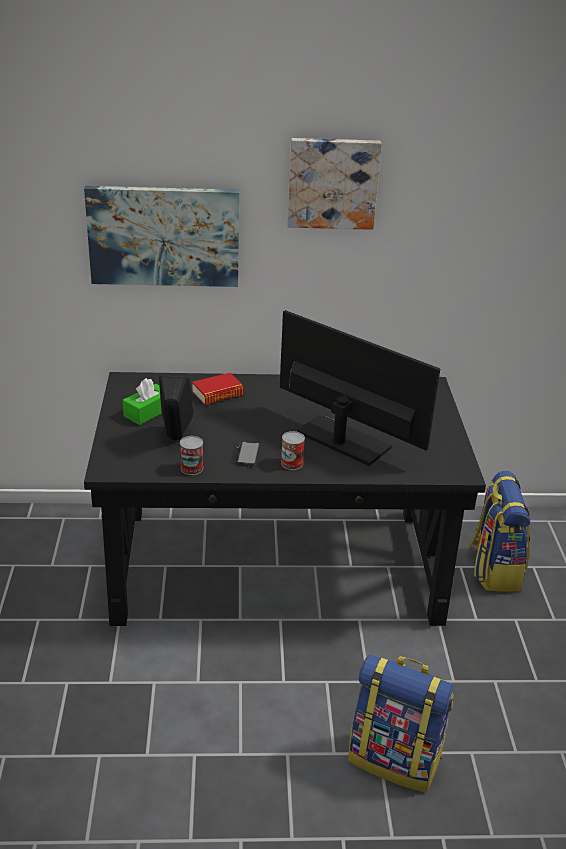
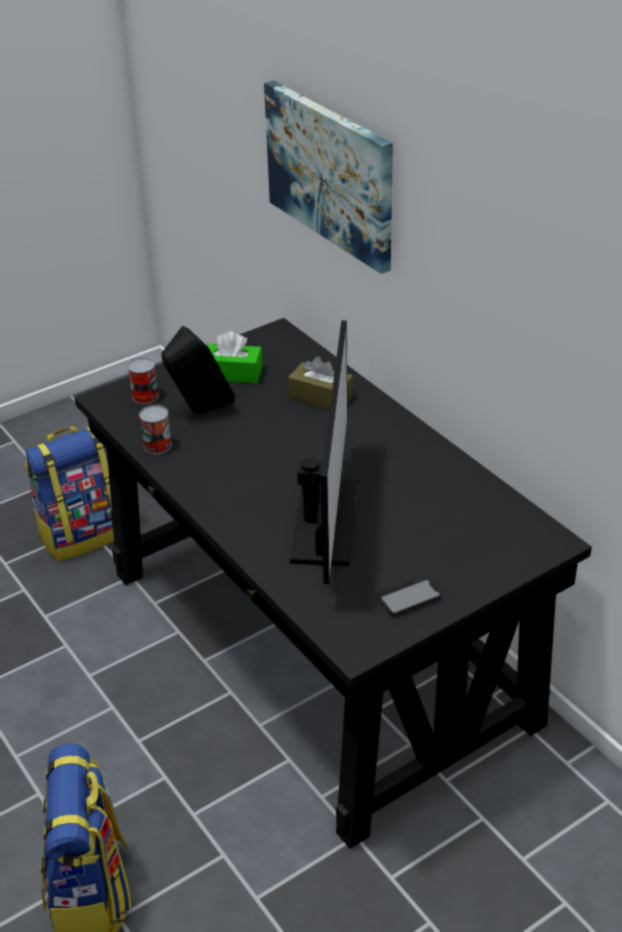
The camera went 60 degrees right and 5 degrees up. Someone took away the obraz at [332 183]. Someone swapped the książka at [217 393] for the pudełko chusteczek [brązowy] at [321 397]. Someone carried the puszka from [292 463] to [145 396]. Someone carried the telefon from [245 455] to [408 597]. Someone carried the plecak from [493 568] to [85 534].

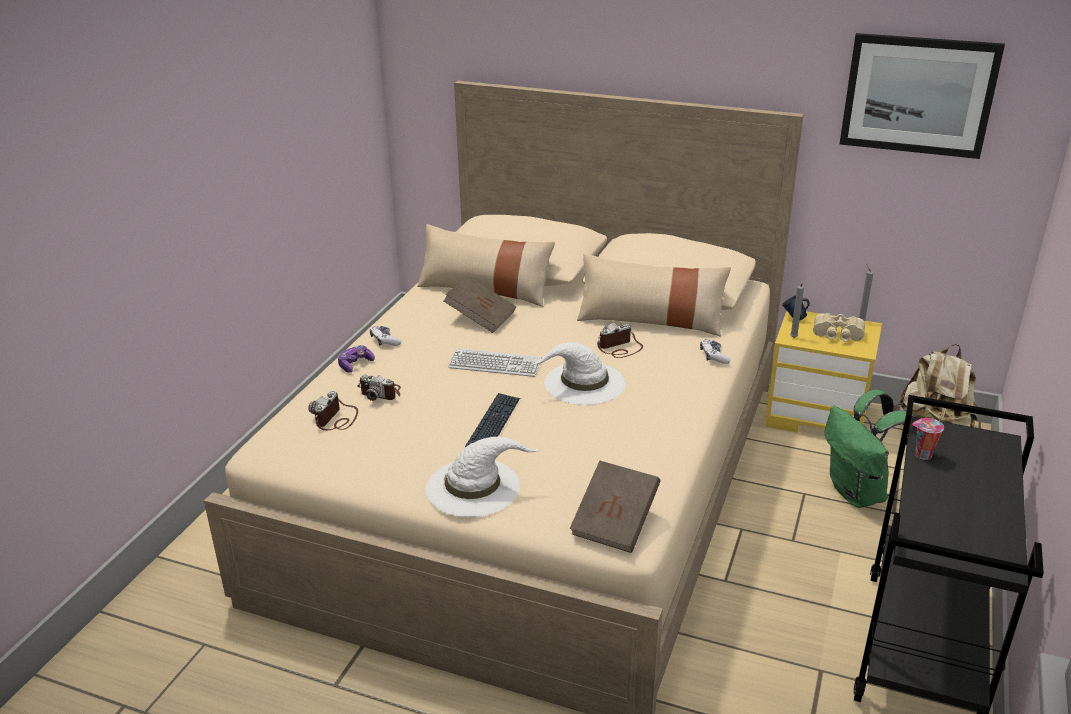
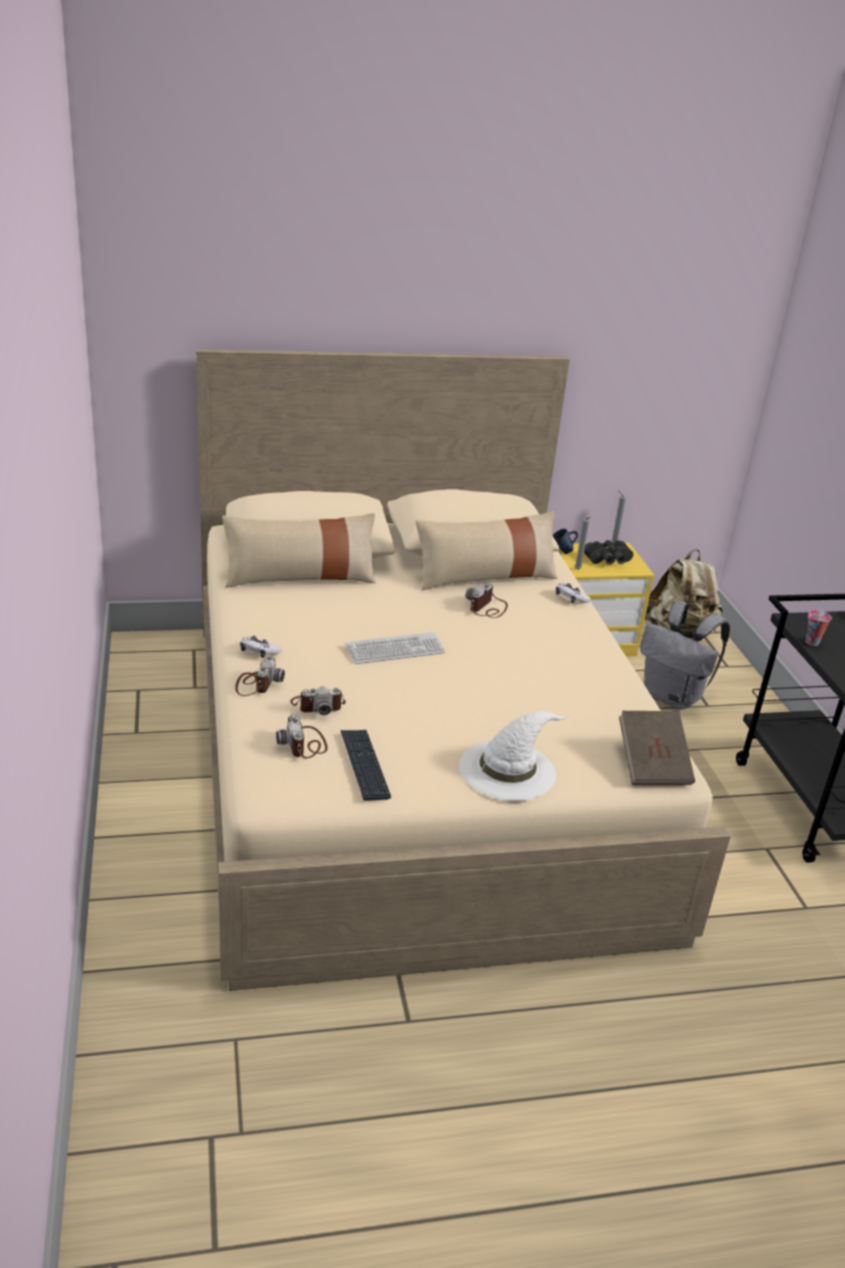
The camera went 35 degrees left and 0 degrees up. Someone took away the obraz at [918 95]. Someone took away the książka [brązowy] at [481 317]. Someone repainted the lornetka [beżowy] at [837 336], which became the lornetka [czarny] at [608 560]. Someone took away the kapelusz [biały] at [583 383]. Someone swapped the pad do gier at [355 364] for the aparat fotograficzny at [257 683]. Someone repainted the plecak [zielony] at [860 494], which became the plecak [szary] at [673 697]. Someone carried the klawiatura from [493 423] to [364 765].

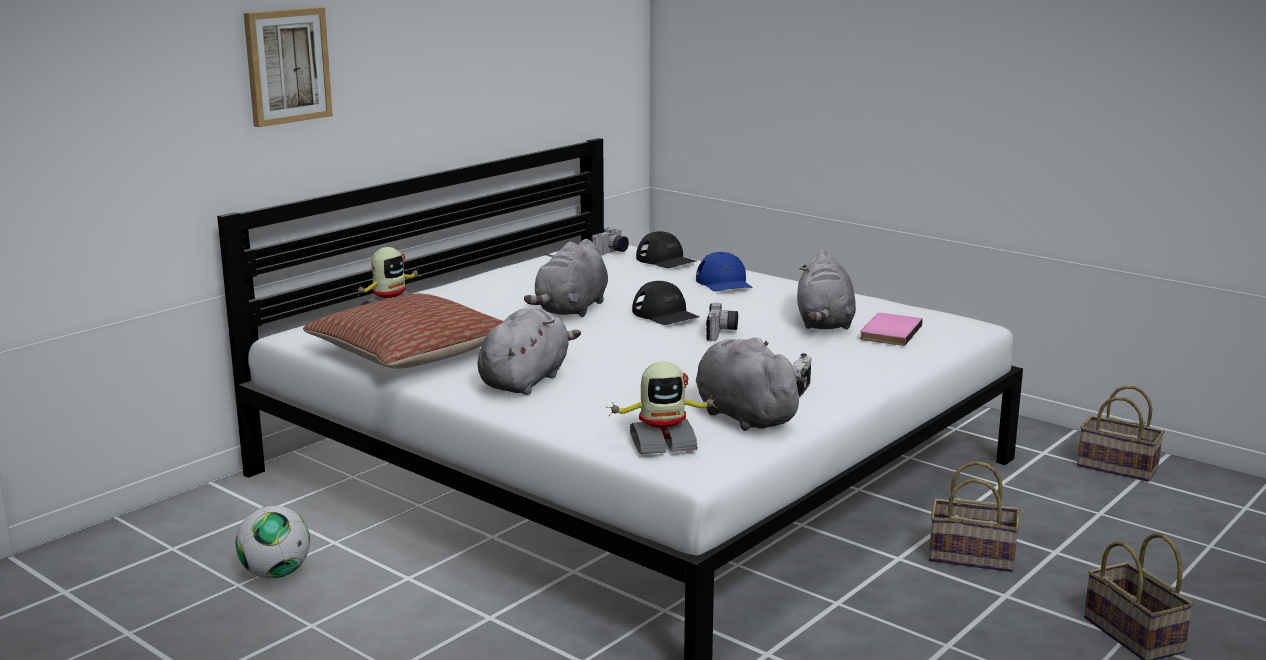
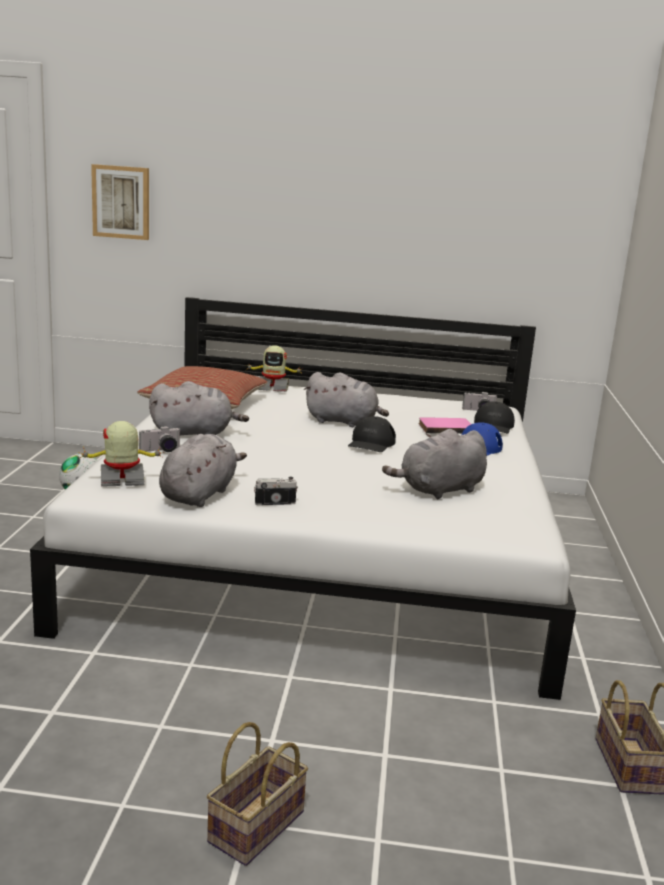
The camera went 55 degrees right and 0 degrees up. Someone carried the obraz from [287 66] to [121 202]. Someone rotated the pluszak [szary] at [571 310] by 150 degrees counterclockwise. Someone carried the aparat fotograficzny from [722 333] to [161 451]. Someone carried the książka [różowy] from [888 332] to [445 427]. Someone rotated the robot zabawkowy at [662 443] by 120 degrees clockwise. Someone took away the koszyk at [974 556].

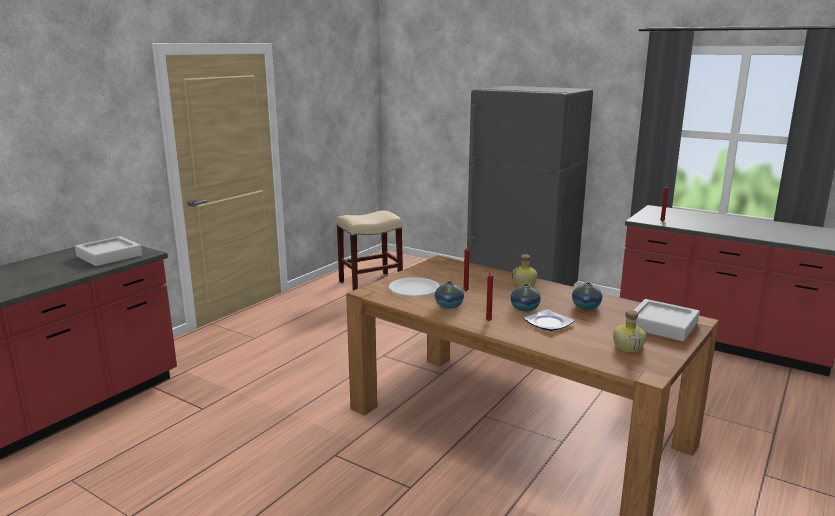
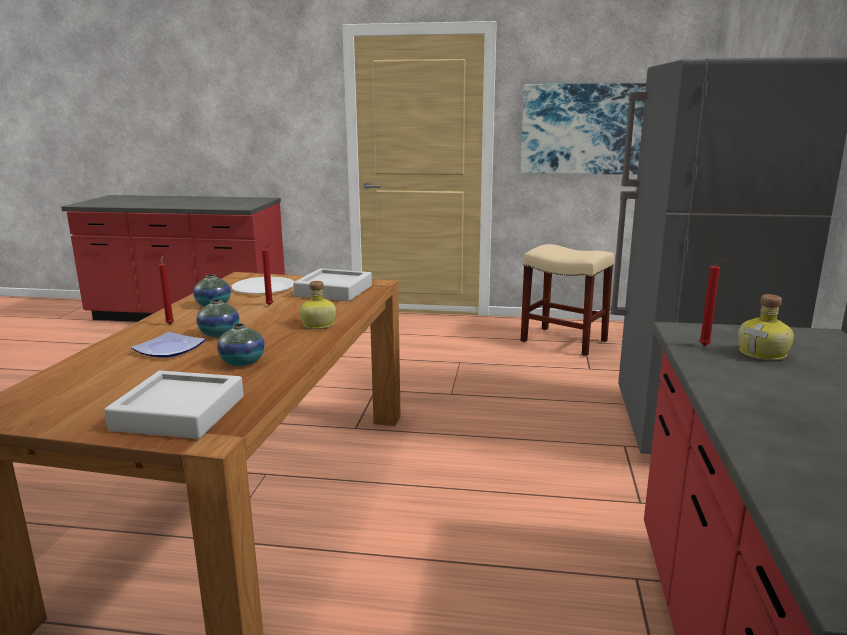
The camera went 65 degrees right and 0 degrees up. Someone carried the taca [szary] from [109 256] to [334 291]. Someone carried the butelka from [628 346] to [764 353]. Someone put up the obraz at [587 129].

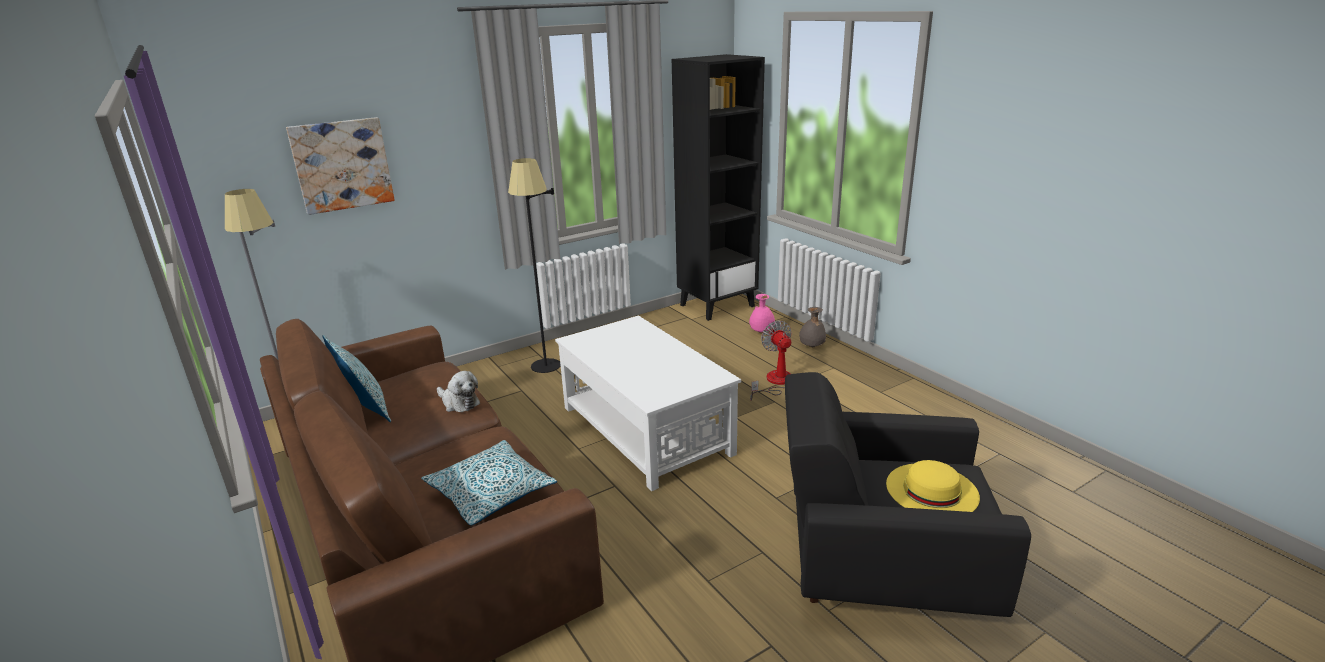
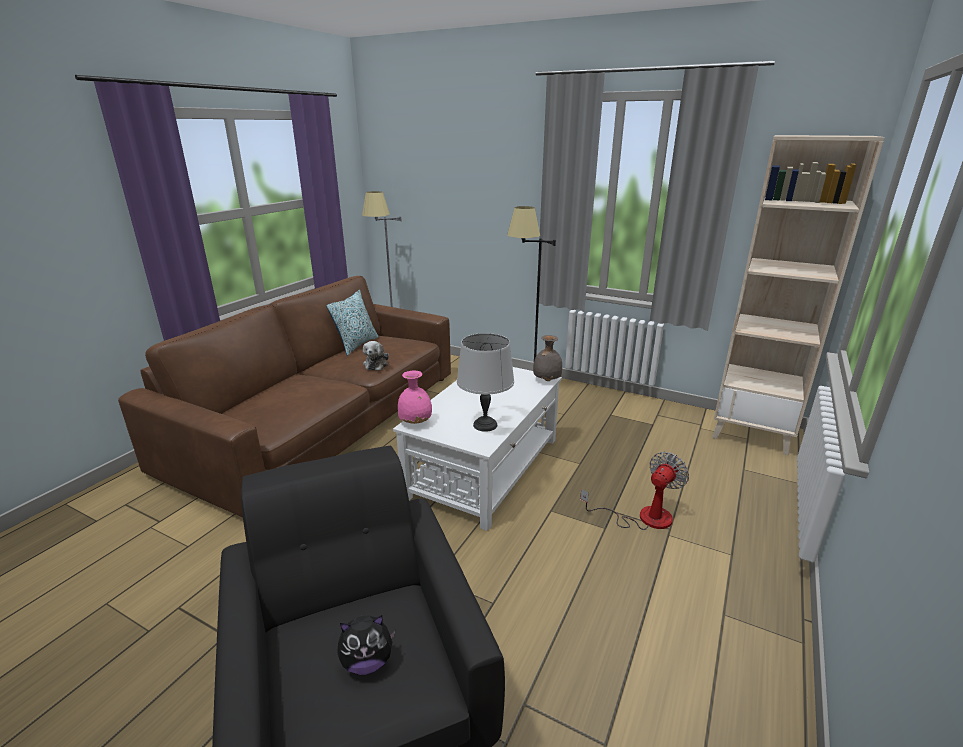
The camera went 60 degrees right and 0 degrees up. Someone repainted the regał [czarny] at [717 305], which became the regał [beżowy] at [751 433]. Someone took away the obraz at [342 165]. Someone carried the wazon [różowy] from [761 332] to [416 422]. Someone carried the wazon [szary] from [811 347] to [546 380]. Someone took away the poduszka at [490 493]. Someone swapped the kapelusz [żółty] at [932 490] for the pluszak at [367 662]. Someone put down the lampa stołowa [szary] at [485 425].

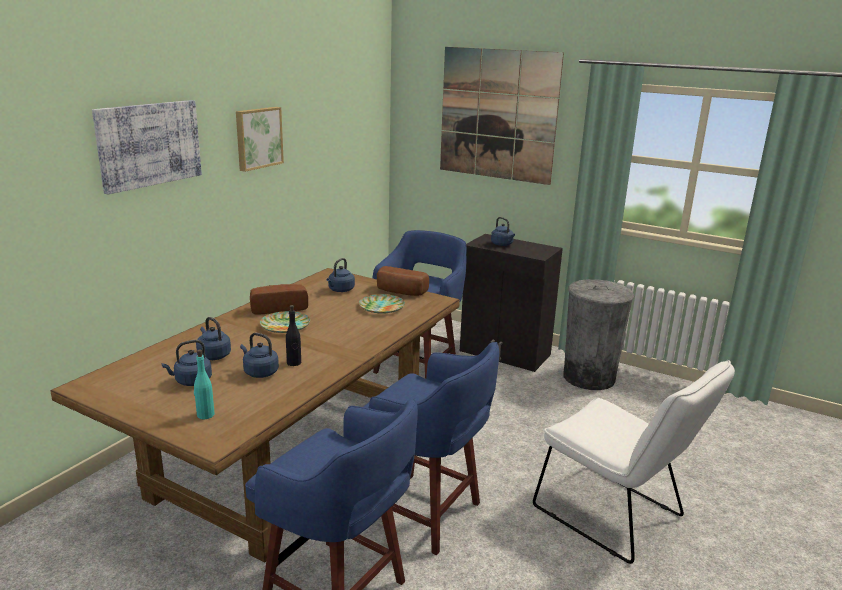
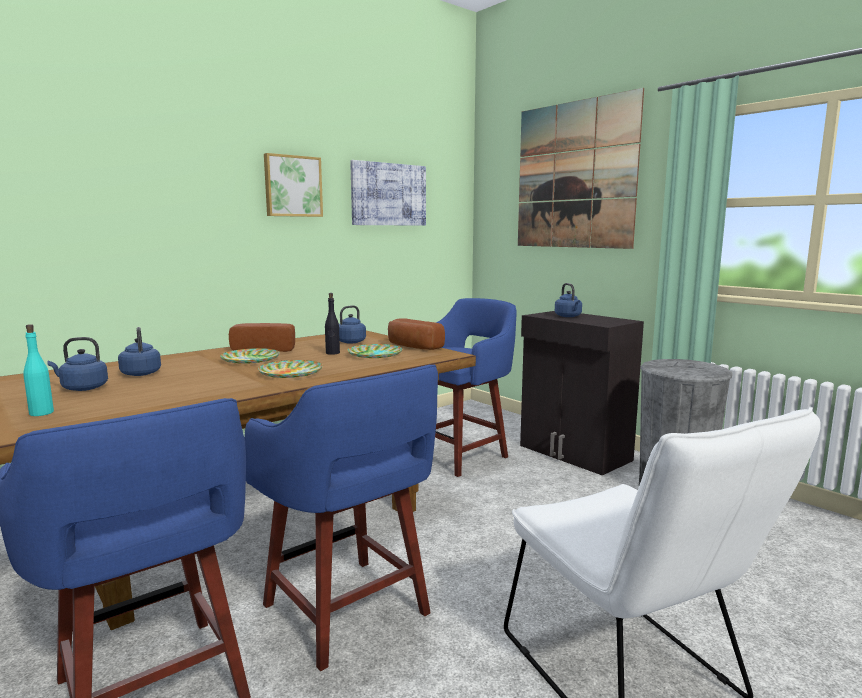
The camera went 20 degrees right and 10 degrees down. Someone carried the obraz from [149 144] to [388 194]. Someone carried the butelka [czarny] from [294 363] to [332 353]. Someone took away the czajnik [niebieski] at [259 372]. Someone put down the talerz at [291 373].

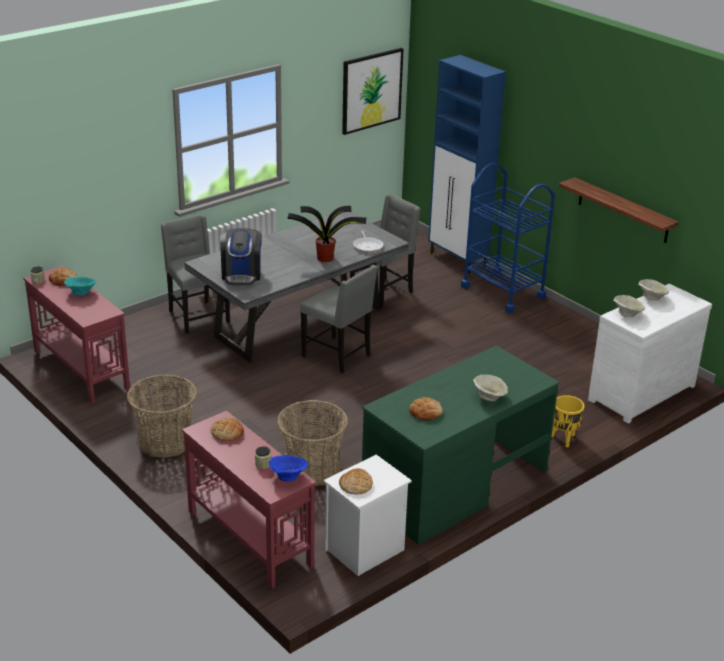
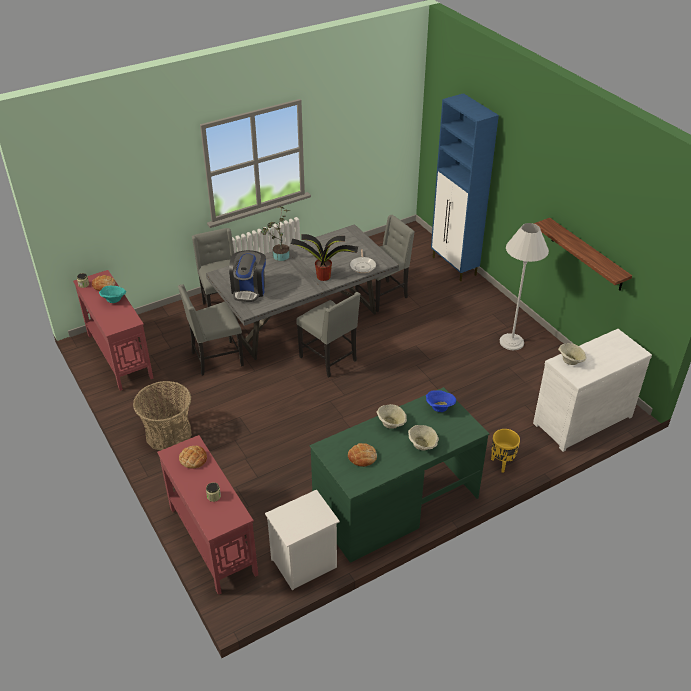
The camera went 10 degrees right and 10 degrees up. Someone took away the obraz at [371 90]. Someone took away the wózek [niebieski] at [503 292]. Someone carried the miska [beżowy] from [652 298] to [391 424]. Someone took away the koszyk at [312 468]. Someone carried the miska [niebieski] from [288 477] to [439 407]. Someone took away the chleb at [356 484]. Someone put down the roślina doniczkowa at [279 256]. Someone put down the lampa stojąca [biały] at [511 342]. Someone put down the krzesło [szary] at [216 359].

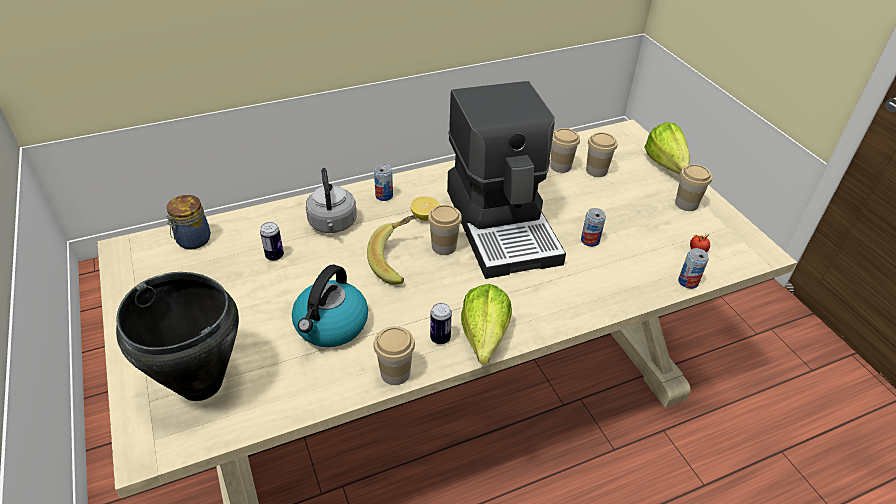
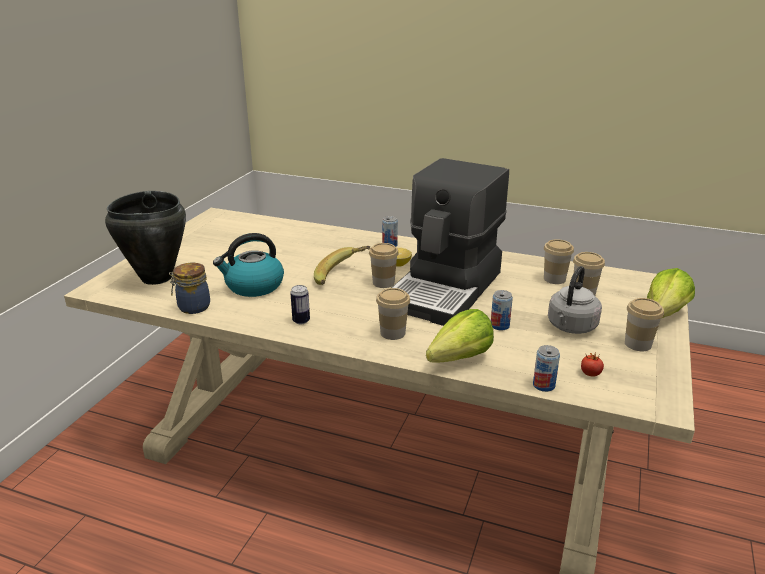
The camera went 45 degrees right and 15 degrees down. Someone carried the czajnik [szary] from [333 224] to [571 327]. Someone carried the słoik from [192 240] to [192 307]. Someone took away the puszka at [274 256]. Someone carried the sałata from [482 343] to [454 360]. Someone carried the filiżanka from [395 373] to [392 333].

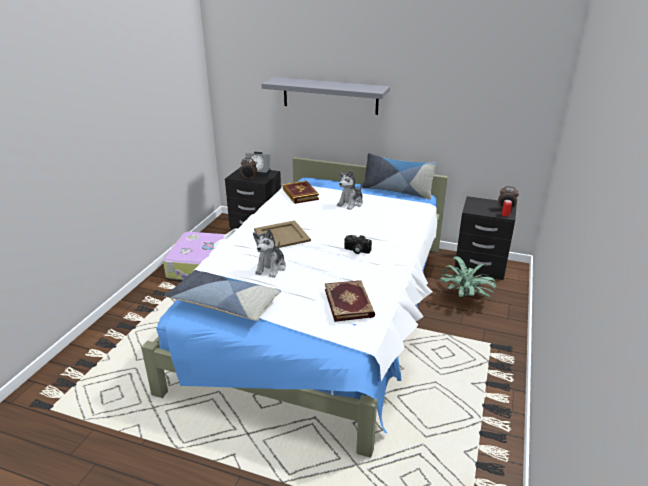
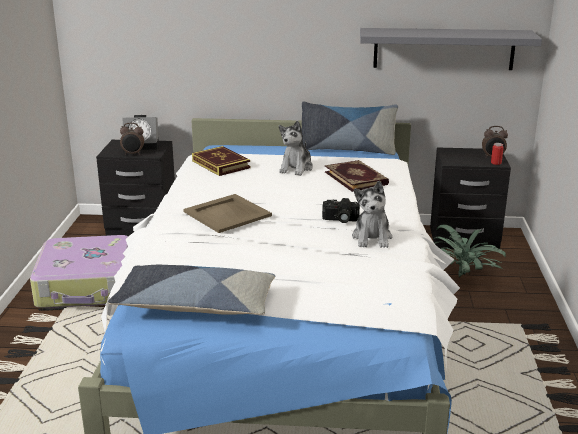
The camera went 15 degrees left and 5 degrees down. Someone carried the półka [szary] from [330 95] to [443 49]. Someone carried the pluszak from [271 268] to [372 238]. Someone carried the książka from [349 302] to [356 178].

